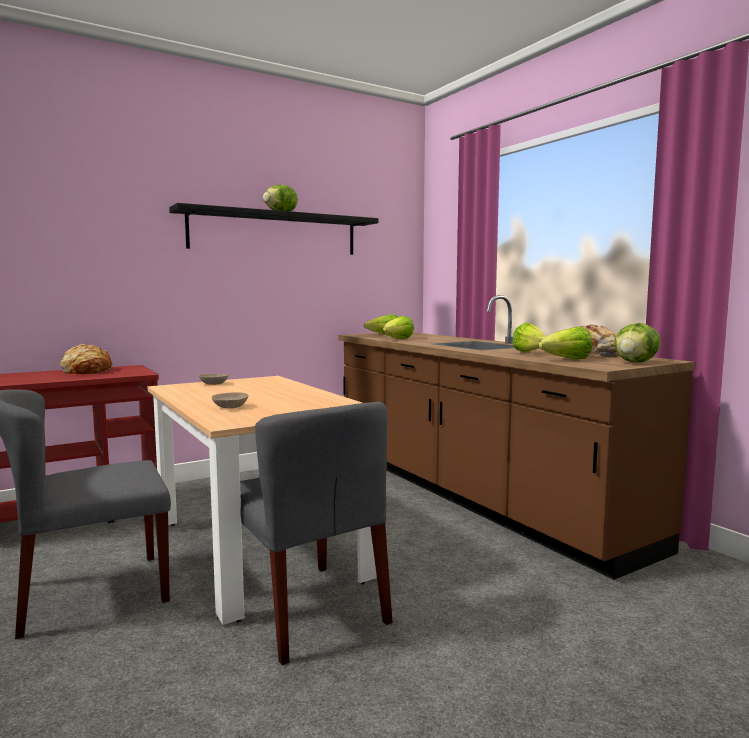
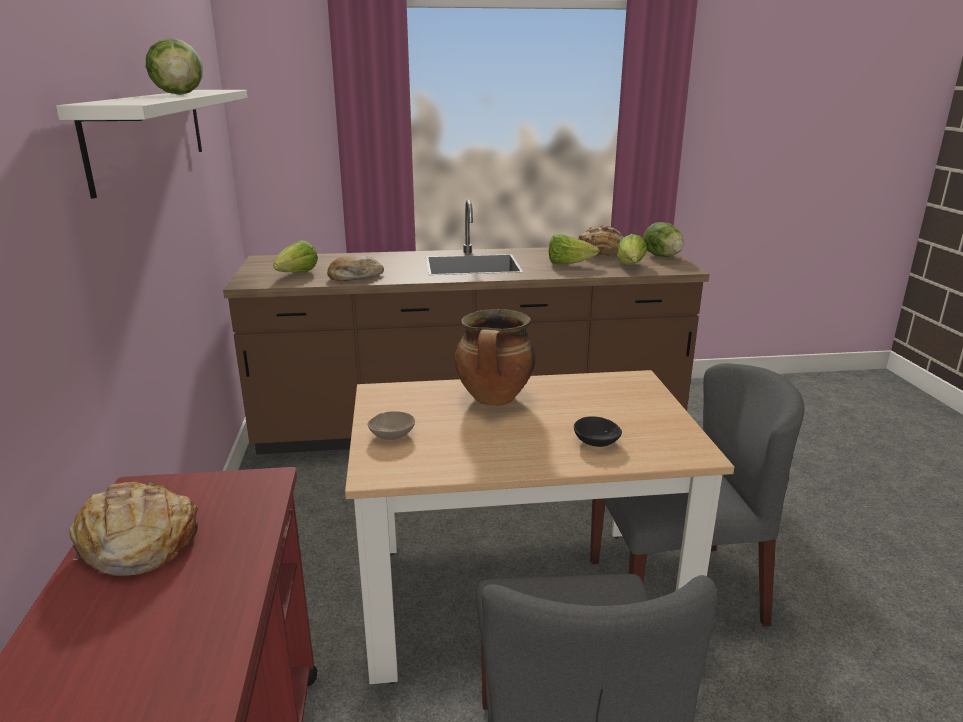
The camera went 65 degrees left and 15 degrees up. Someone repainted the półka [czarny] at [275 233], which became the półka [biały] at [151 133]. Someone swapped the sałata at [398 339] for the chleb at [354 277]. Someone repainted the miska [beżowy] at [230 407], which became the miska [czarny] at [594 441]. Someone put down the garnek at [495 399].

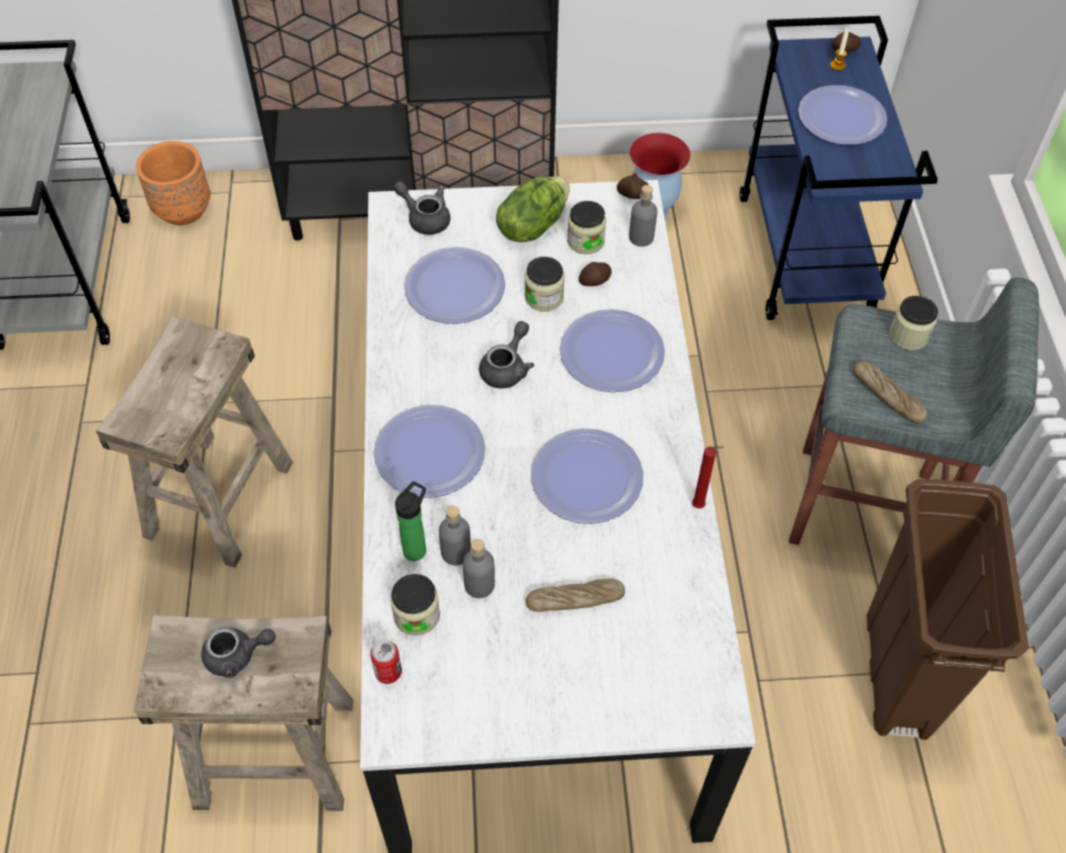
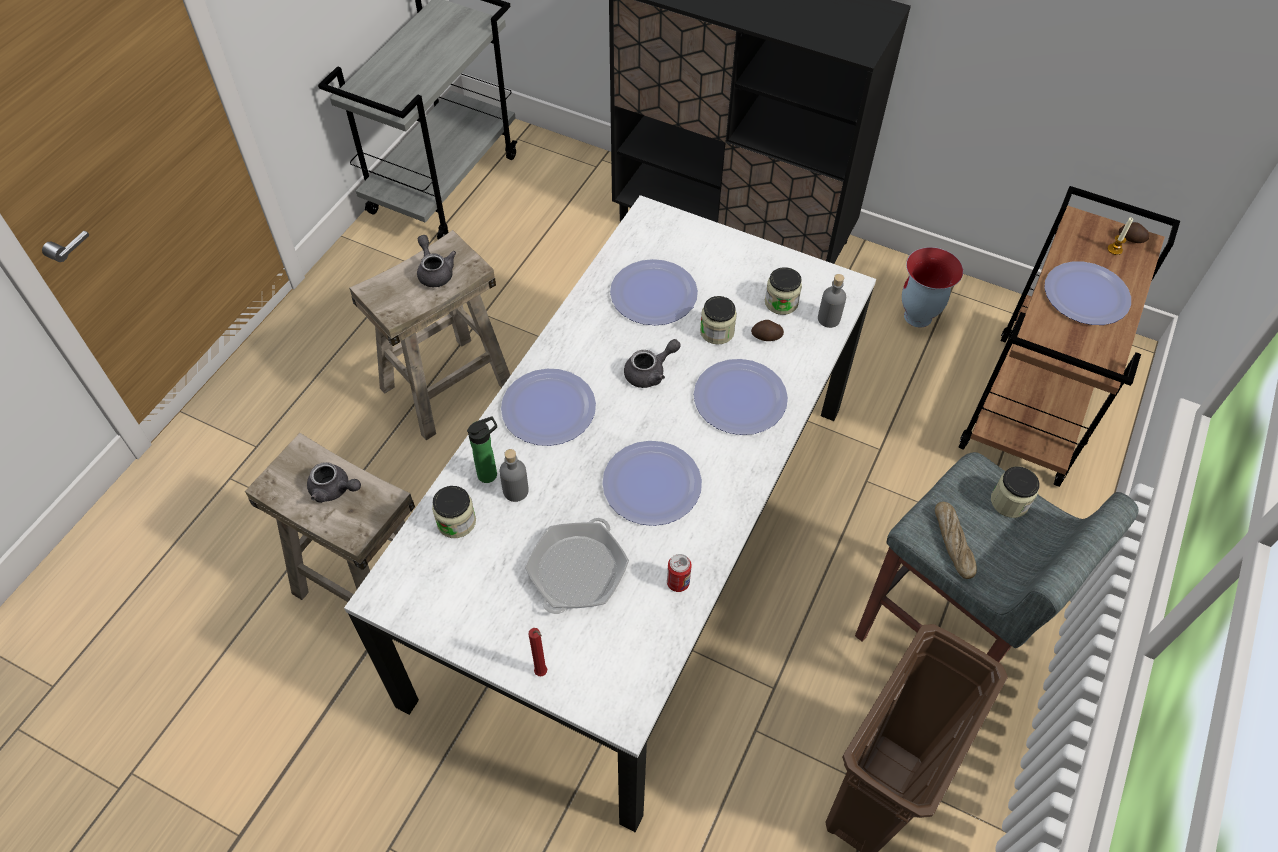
The camera went 30 degrees right and 0 degrees up. Someone repainted the wózek [niebieski] at [806 255], which became the wózek [brązowy] at [1030 409]. Someone took away the donica [pomarańczowy] at [182 210]. Someone took away the ziemniak at [633 195]. Someone took away the sałata at [532 225]. Someone carried the imbryk [szary] from [425 218] to [435 272]. Someone carried the świeca [czerwony] from [700 506] to [542 674]. Someone took away the butelka [szary] at [479 585]. Someone swapped the chleb at [575 599] for the patelnia at [577 571]. Someone carried the puszka from [388 672] to [678 583].

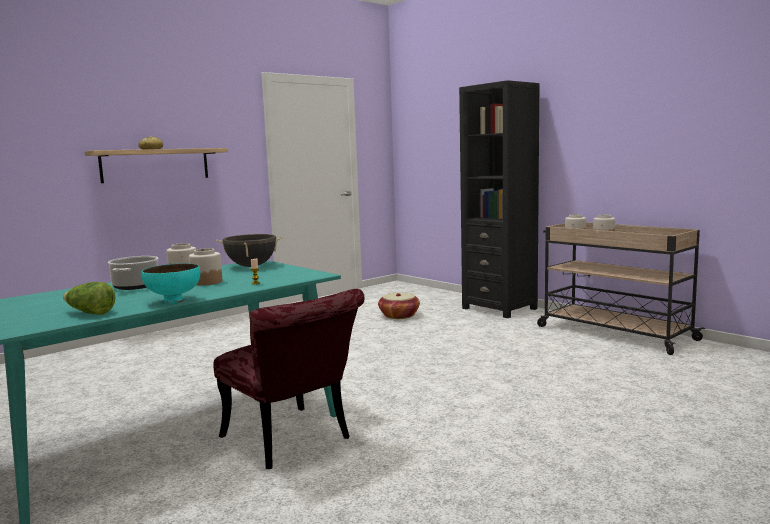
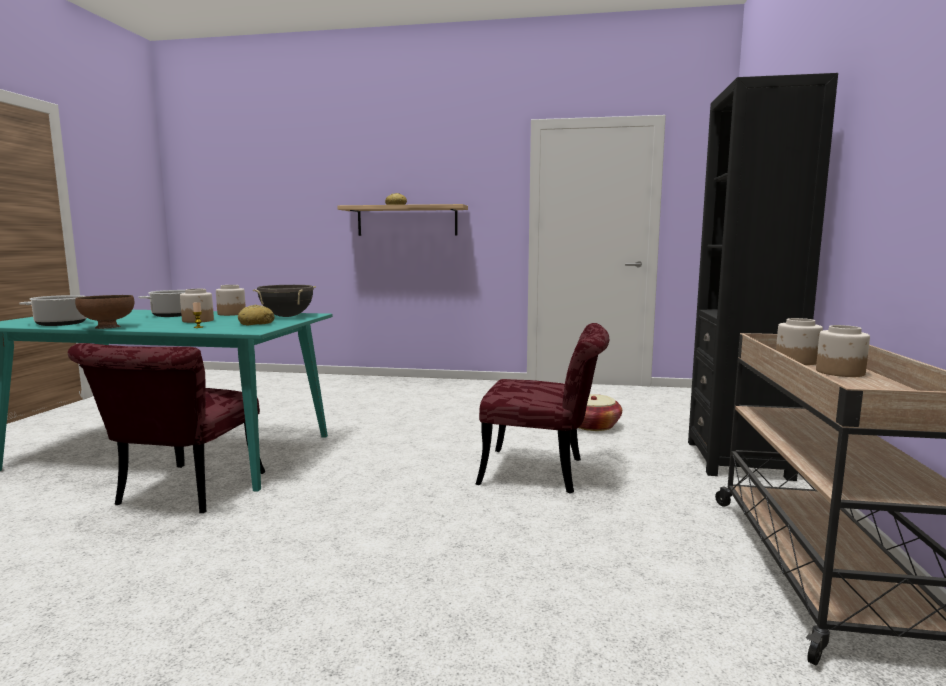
The camera went 50 degrees right and 0 degrees up. Someone repainted the miska [turkusowy] at [174 301], which became the miska [brązowy] at [108 327]. Someone swapped the sałata at [89 313] for the garnek at [60 324]. Someone put down the chleb at [256 324]. Someone put down the krzesło [czerwony] at [544 472].

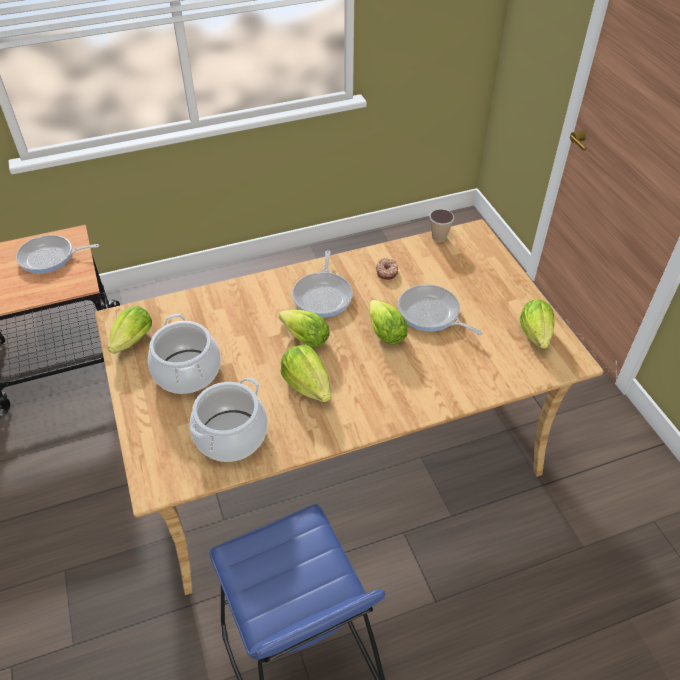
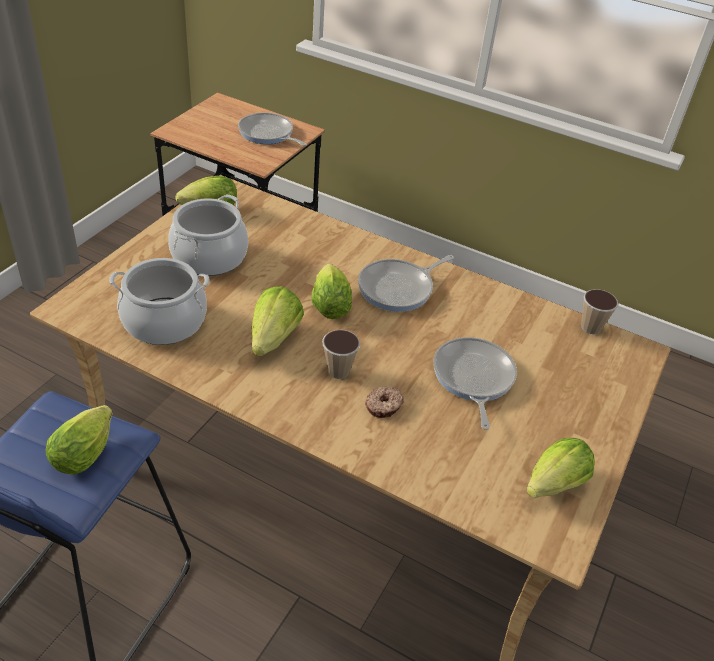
The camera went 45 degrees right and 5 degrees down. Someone carried the donut from [387 272] to [384 406]. Someone carried the sałata from [384 331] to [87 451]. Someone put down the filiżanka at [338 371].

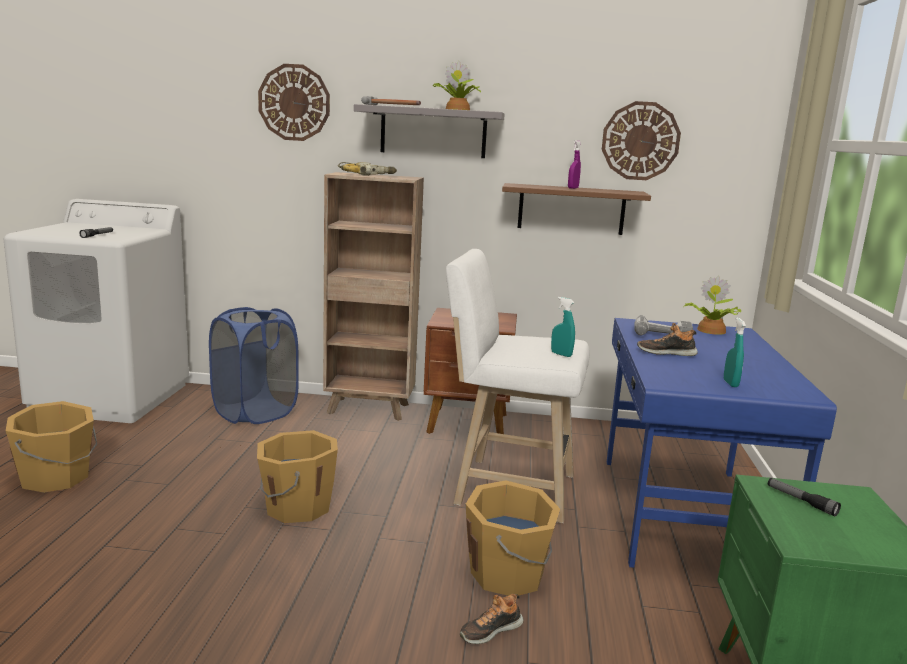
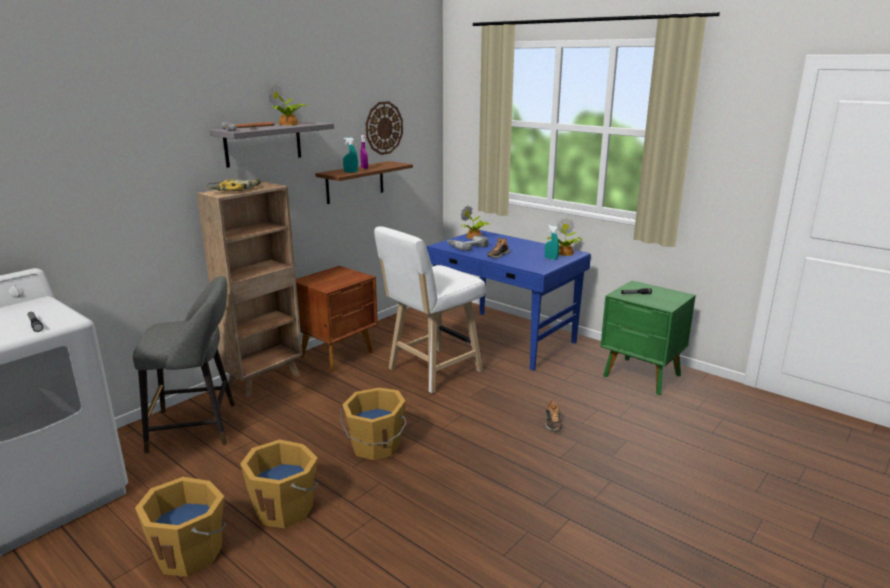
The camera went 55 degrees left and 5 degrees up. Someone took away the zegar ścienny at [294 102]. Someone carried the spryskiwacz [turkusowy] from [561 354] to [351 172]. Someone swapped the kosz na pranie [niebieski] at [255 412] for the stołek [szary] at [199 427]. Someone carried the wiadro [pomarańczowy] from [509 574] to [285 508]. Someone put down the roślina doniczkowa at [564 253].

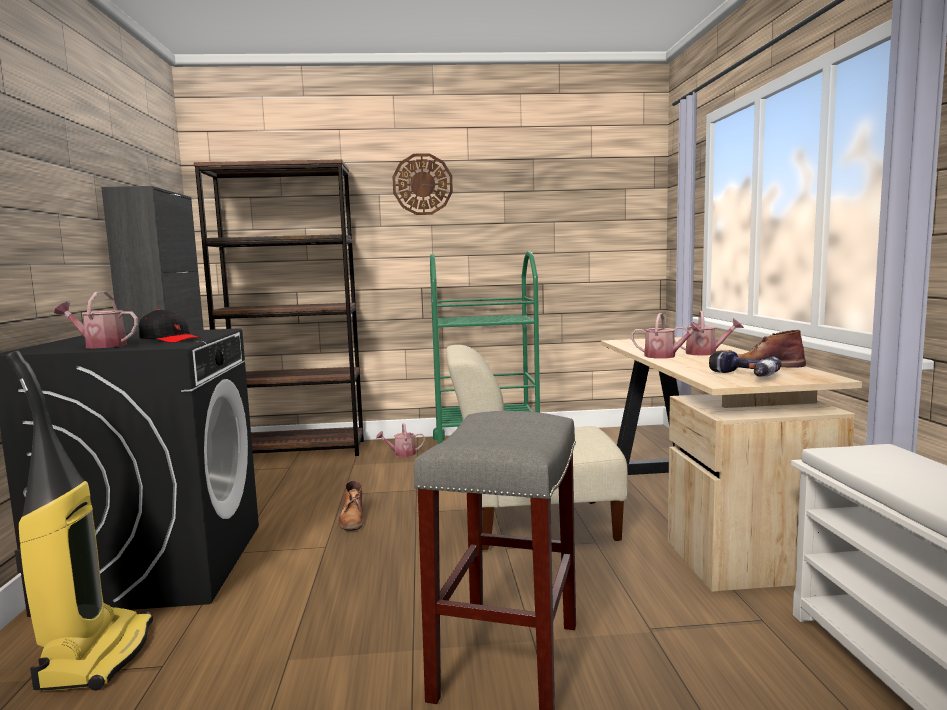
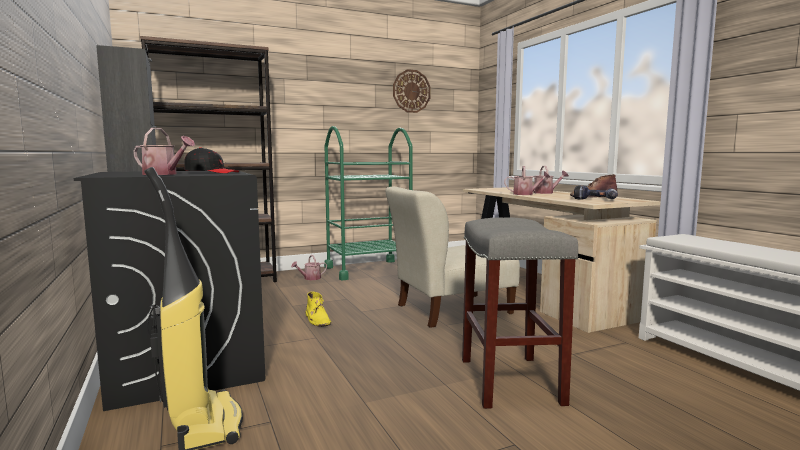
The camera went 20 degrees left and 0 degrees up. Someone carried the zegar ścienny from [422 184] to [411 91]. Someone rotated the konewka at [100 346] by 150 degrees counterclockwise. Someone repainted the but z cholewką [brązowy] at [352 519], which became the but z cholewką [żółty] at [317 319].

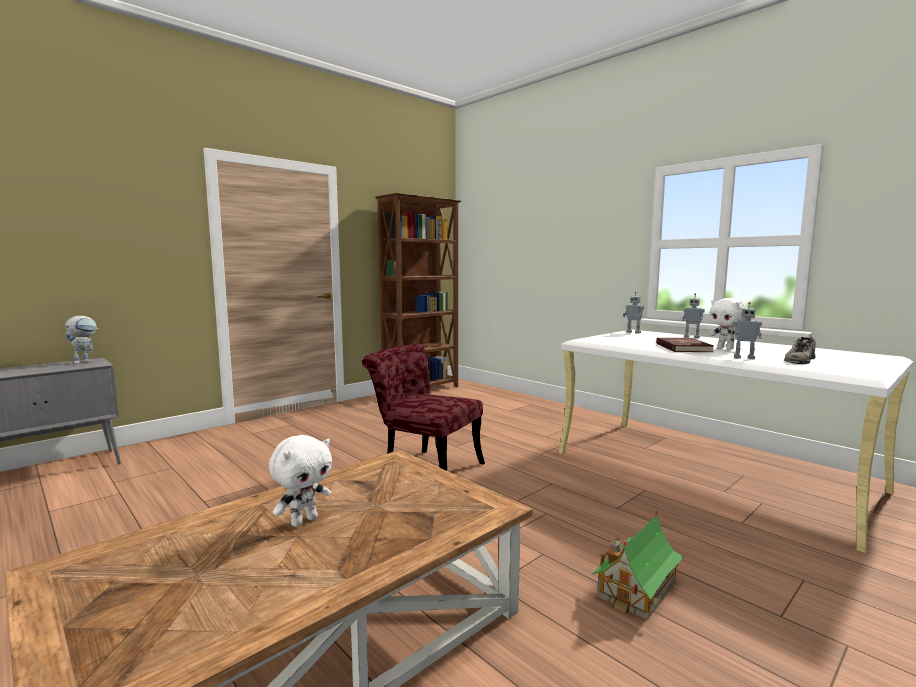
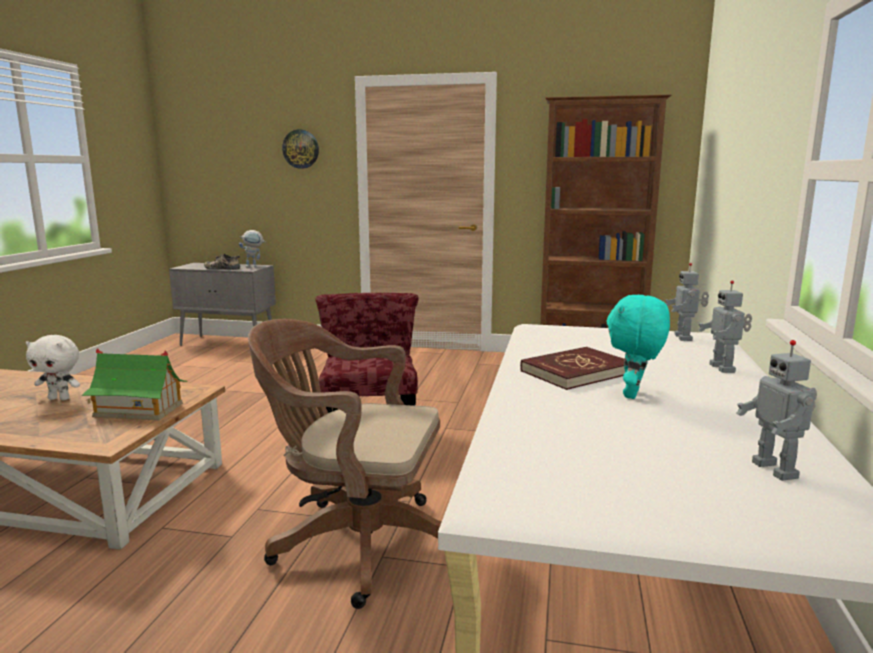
The camera went 55 degrees right and 5 degrees up. Someone repainted the pluszak [biały] at [726 348], which became the pluszak [turkusowy] at [633 395]. Someone carried the robot zabawkowy from [744 358] to [777 470]. Someone carried the but from [799 359] to [223 268]. Someone carried the domek from [637 589] to [138 410]. Someone put up the zegar ścienny at [301 149]. Someone put down the krzesło biurowe [brązowy] at [356 543].

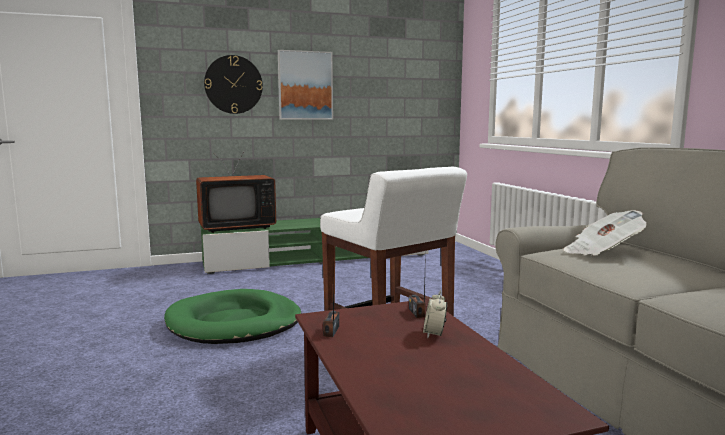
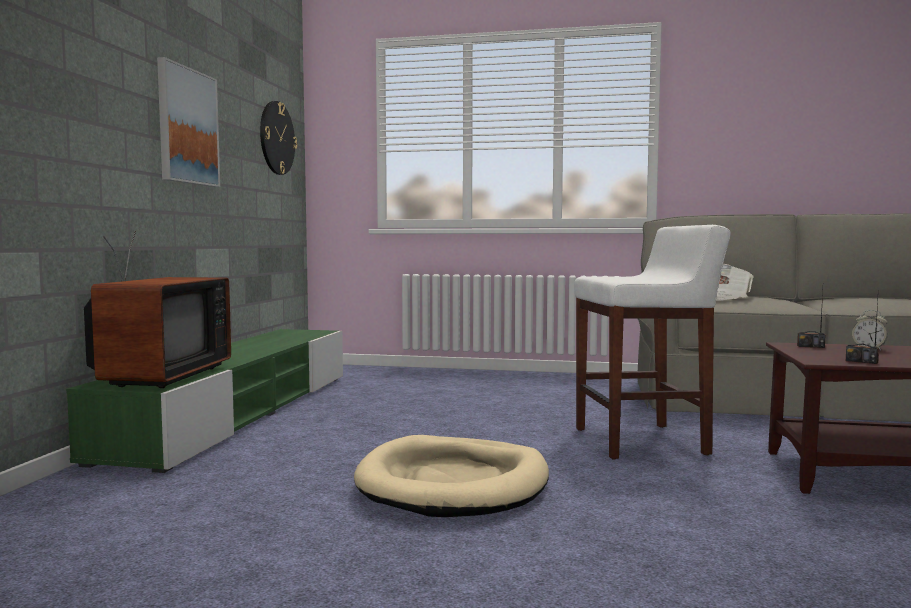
The camera went 60 degrees left and 5 degrees down. Someone carried the zegar ścienny from [233 84] to [276 138]. Someone repainted the legowisko [zielony] at [234 323], which became the legowisko [beżowy] at [454 484].

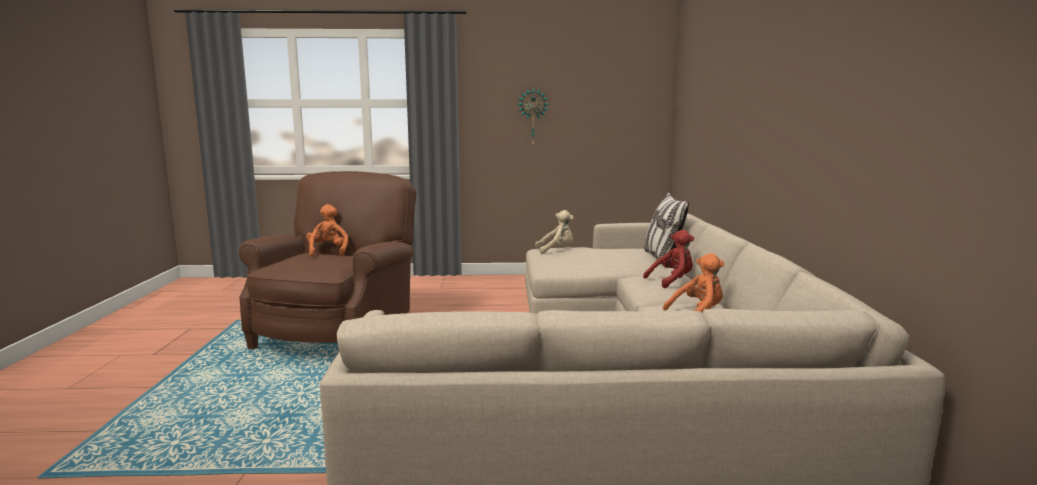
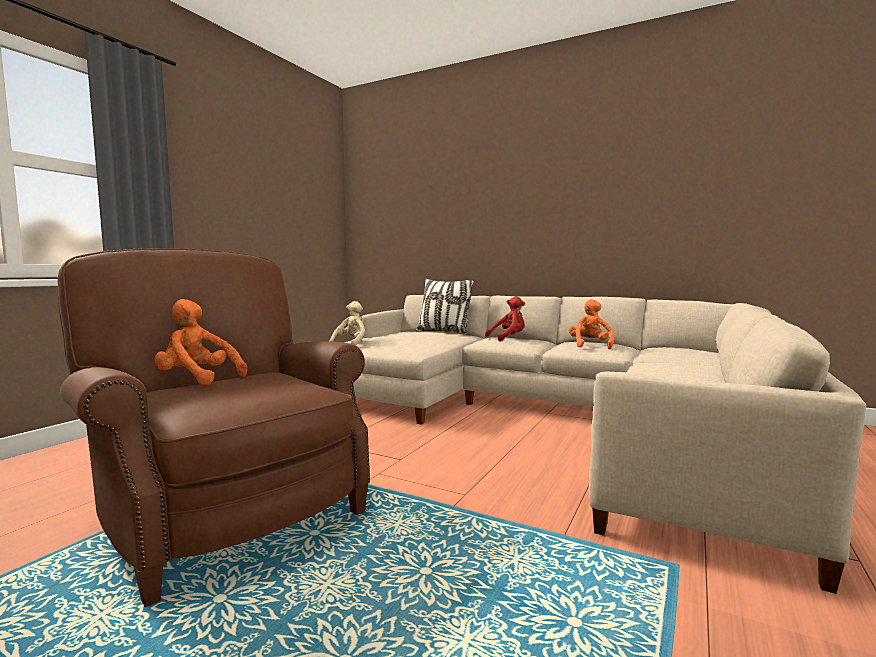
The camera went 60 degrees left and 5 degrees down. Someone took away the zegar ścienny at [533 117]. Someone rotated the pluszak [czerwony] at [672 281] by 60 degrees clockwise.

